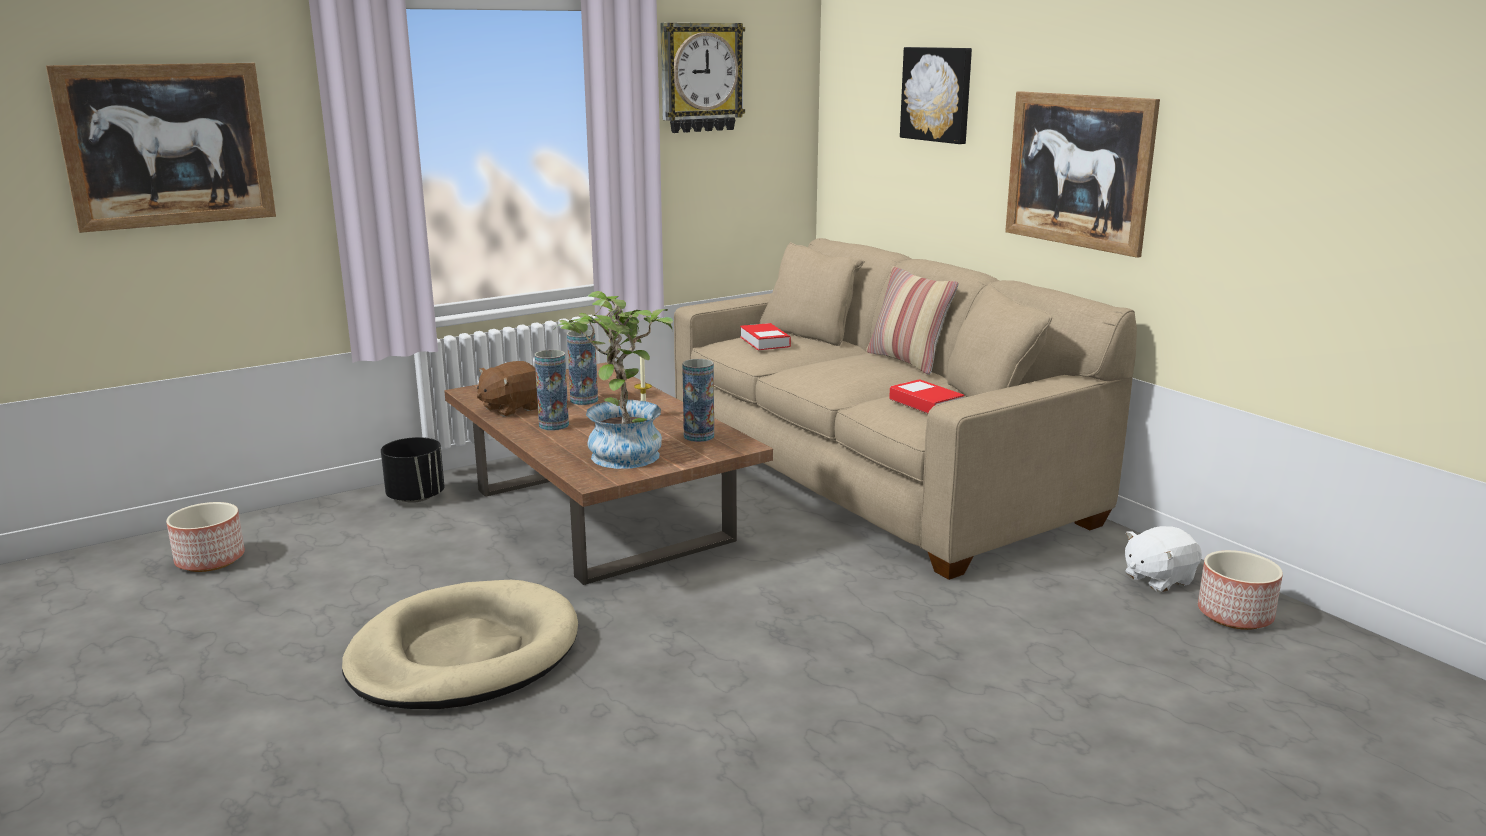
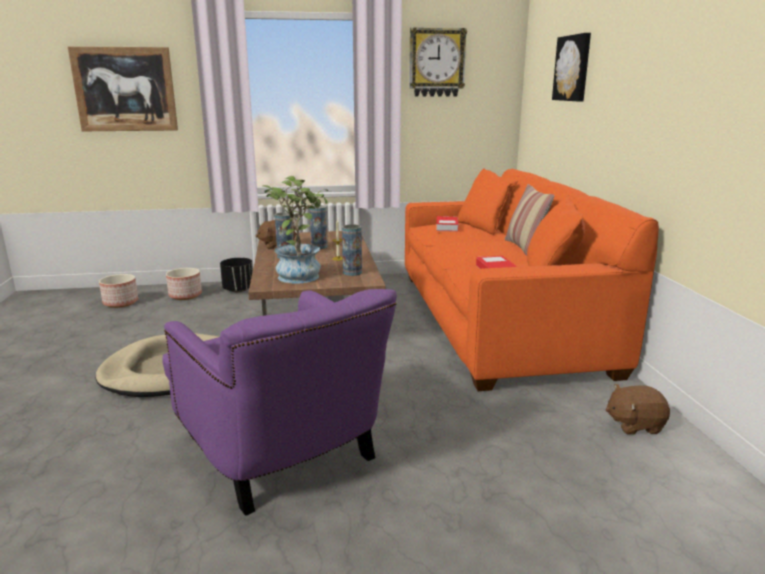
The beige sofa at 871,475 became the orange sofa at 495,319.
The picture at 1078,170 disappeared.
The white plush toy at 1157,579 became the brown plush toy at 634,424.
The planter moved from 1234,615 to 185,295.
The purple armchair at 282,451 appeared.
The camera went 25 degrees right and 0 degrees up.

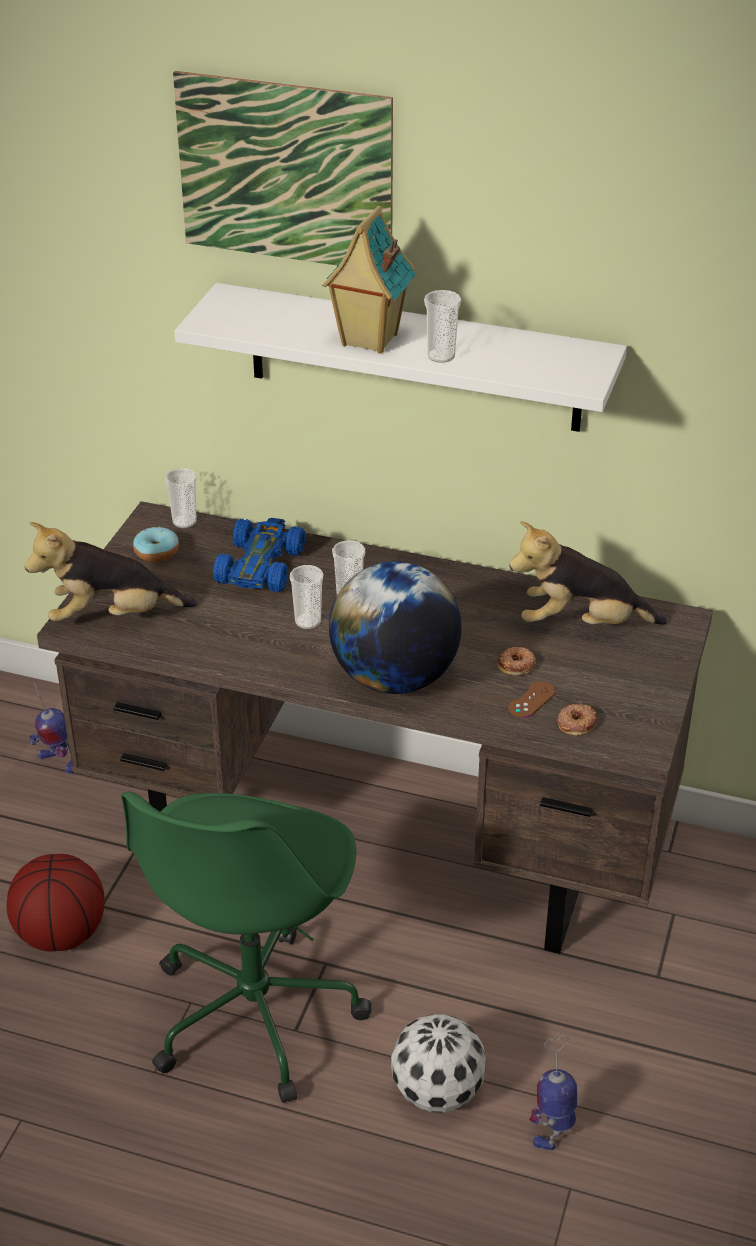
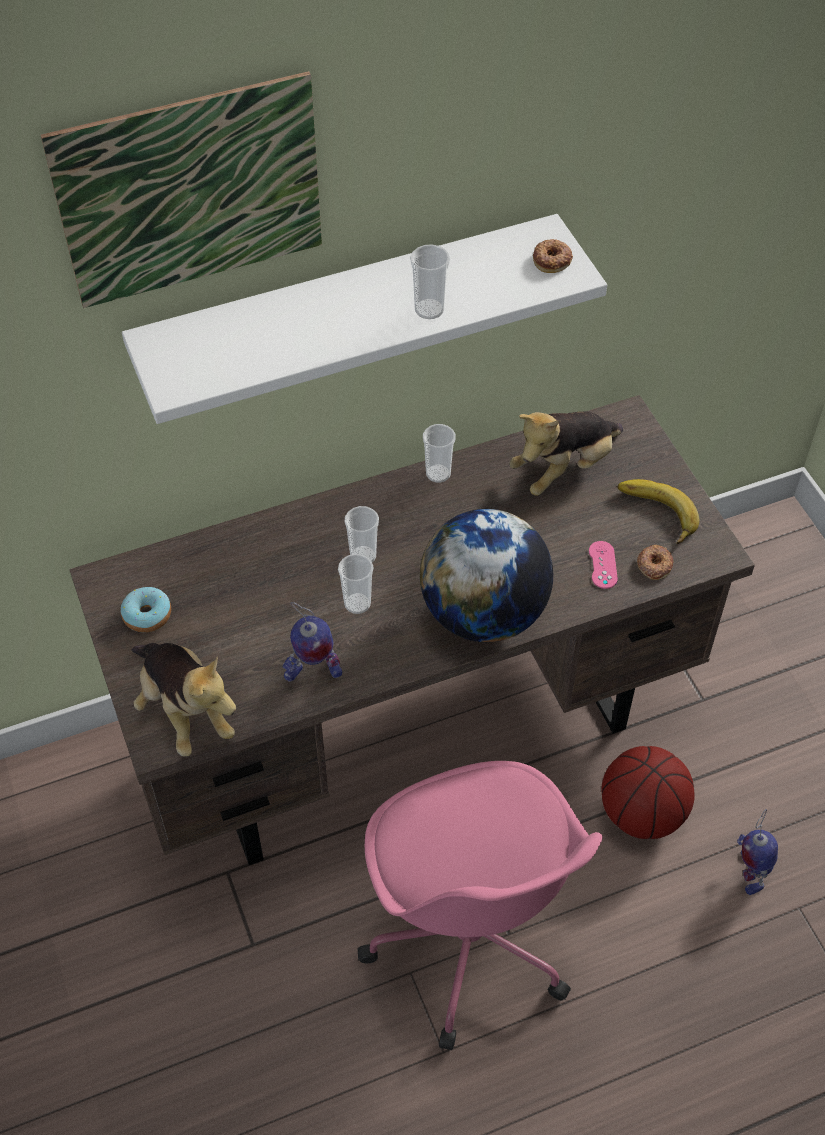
The basketball moved from 62,933 to 641,812.
The plush toy at 111,616 turned 75 degrees counterclockwise.
The toy robot moved from 57,762 to 312,672.
The green office chair at 252,1021 became the pink office chair at 471,951.
The cup moved from 184,522 to 438,473.
The blue toy car at 260,565 disappeared.
The toy house at 368,340 disappeared.
The football at 439,1091 disappeared.
The donut moved from 517,665 to 552,259.
The brown game controller at 531,700 became the pink game controller at 602,565.
The banana at 654,514 appeared.
The camera went 40 degrees left and 15 degrees up.

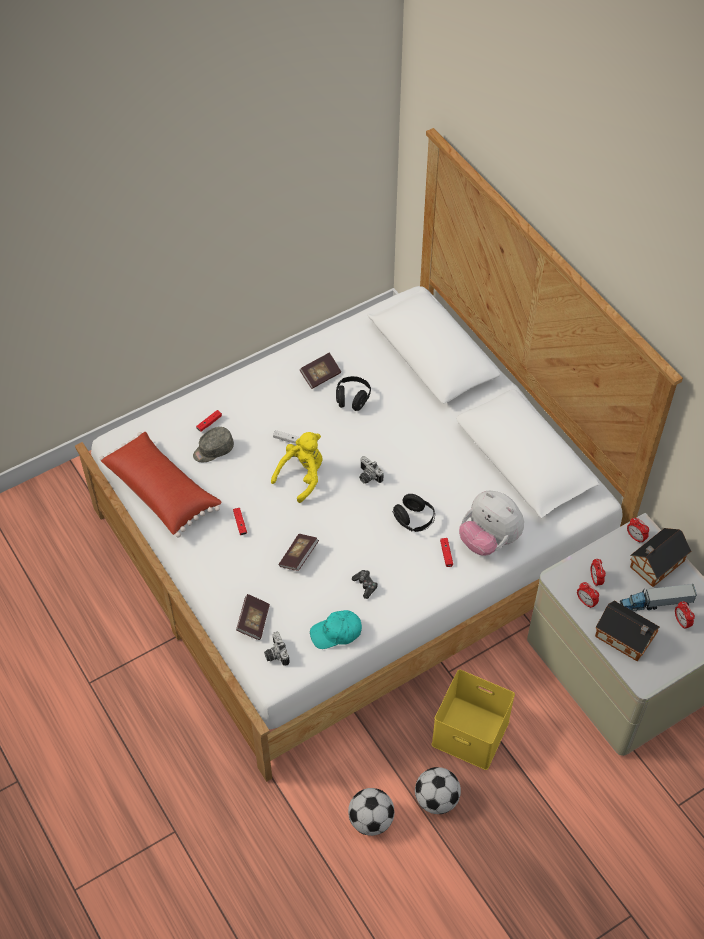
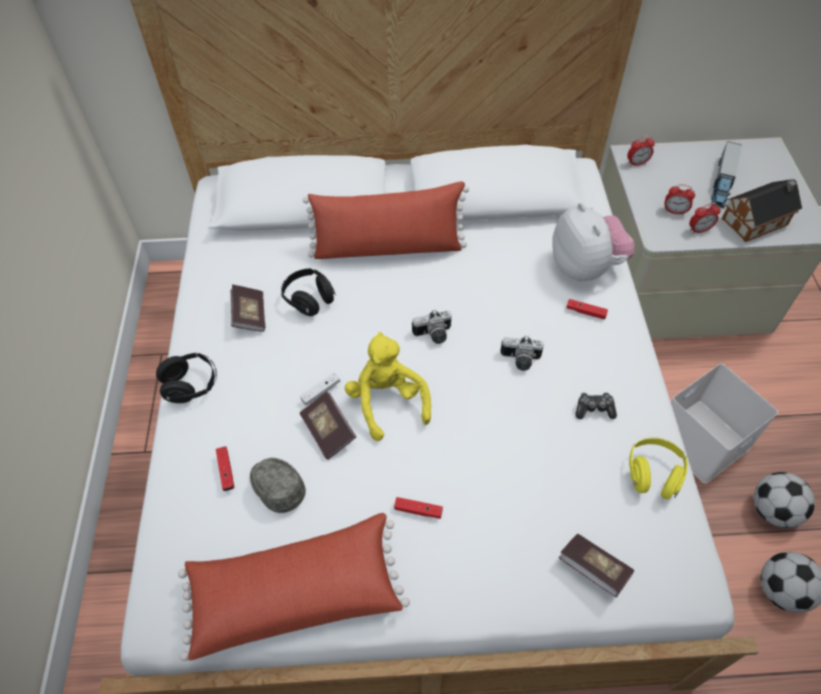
The grey cap at 213,450 turned 135 degrees clockwise.
The photo camera moved from 275,654 to 520,361.
The book moved from 298,557 to 328,431.
The turquoise cap at 336,633 was replaced by the yellow headphones at 653,474.
The black headphones moved from 414,520 to 191,386.
The yellow storage box at 472,732 became the white storage box at 701,438.
The plush toy at 489,540 turned 90 degrees counterclockwise.
The toy house at 655,565 disappeared.
The alarm clock at 681,622 disappeared.
The red pillow at 388,248 appeared.
The camera went 60 degrees left and 0 degrees up.

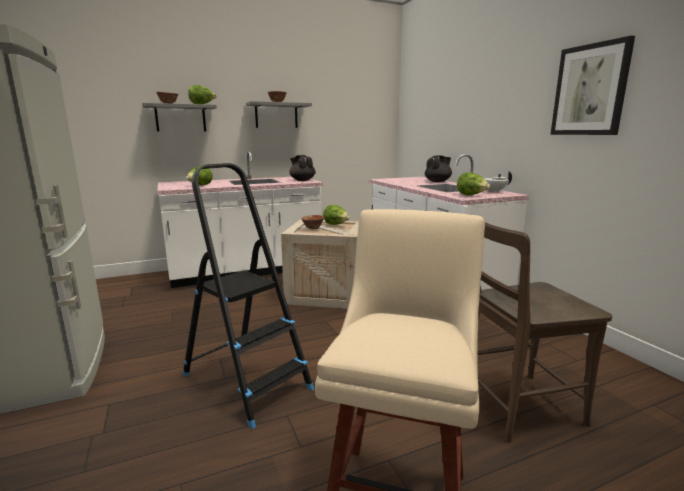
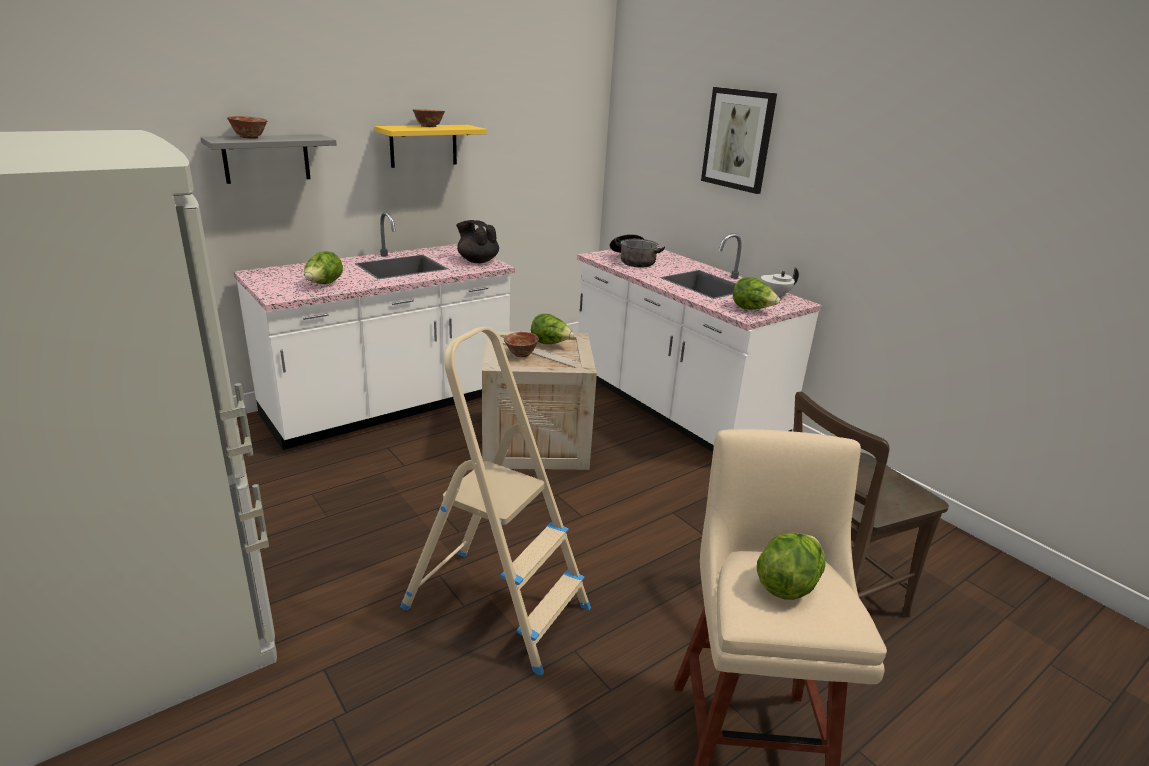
The black step ladder at 247,381 became the beige step ladder at 498,608.
The lettuce moved from 202,104 to 787,584.
The grey shelf at 276,115 became the yellow shelf at 423,145.
The black teapot at 438,181 disappeared.
The picture moved from 590,90 to 738,139.
The cooking pot at 633,260 appeared.
The camera went 15 degrees left and 10 degrees up.

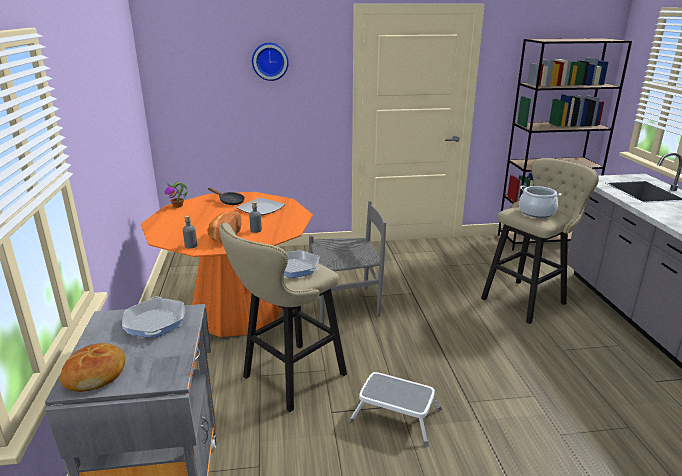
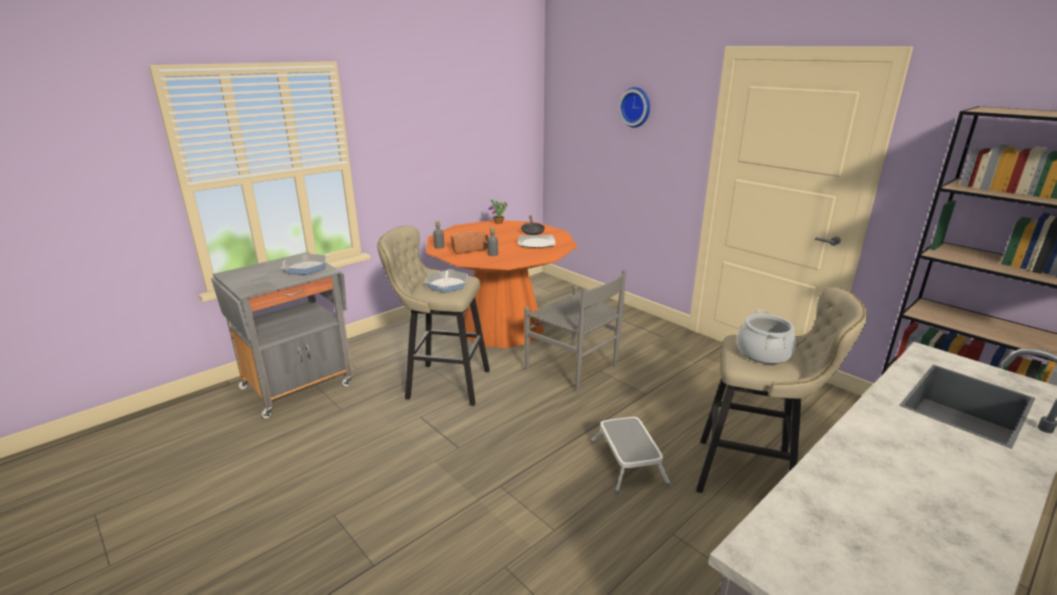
The bread at 96,374 disappeared.
The grey step ladder moved from 396,415 to 628,463.
The camera went 55 degrees right and 0 degrees up.

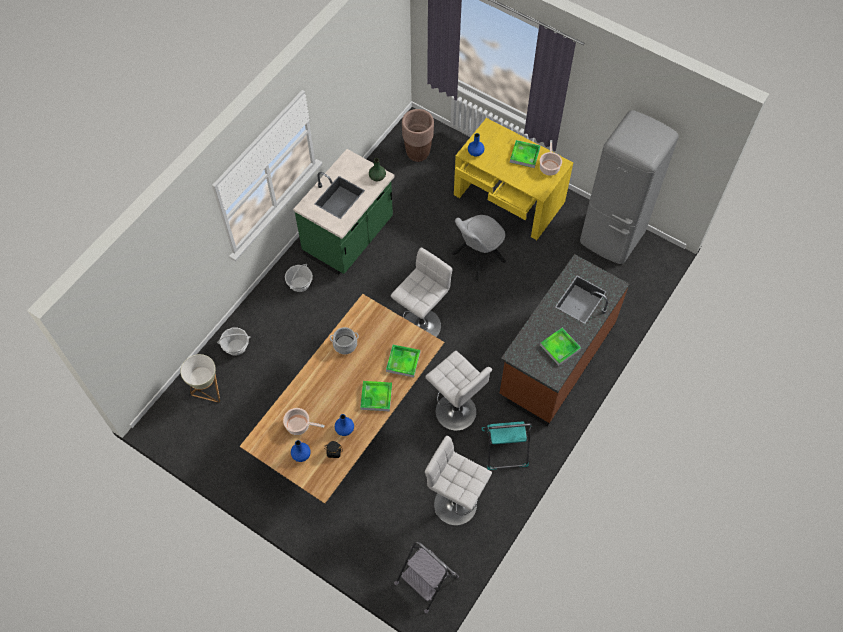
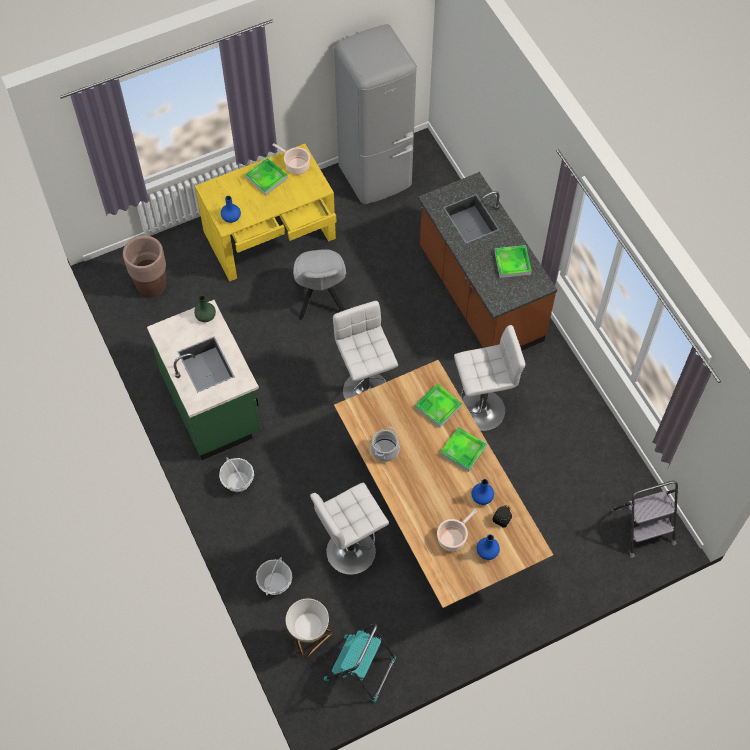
The white stool moved from 455,504 to 350,551.
The turquoise step ladder moved from 504,449 to 362,670.
The camera went 60 degrees left and 0 degrees up.

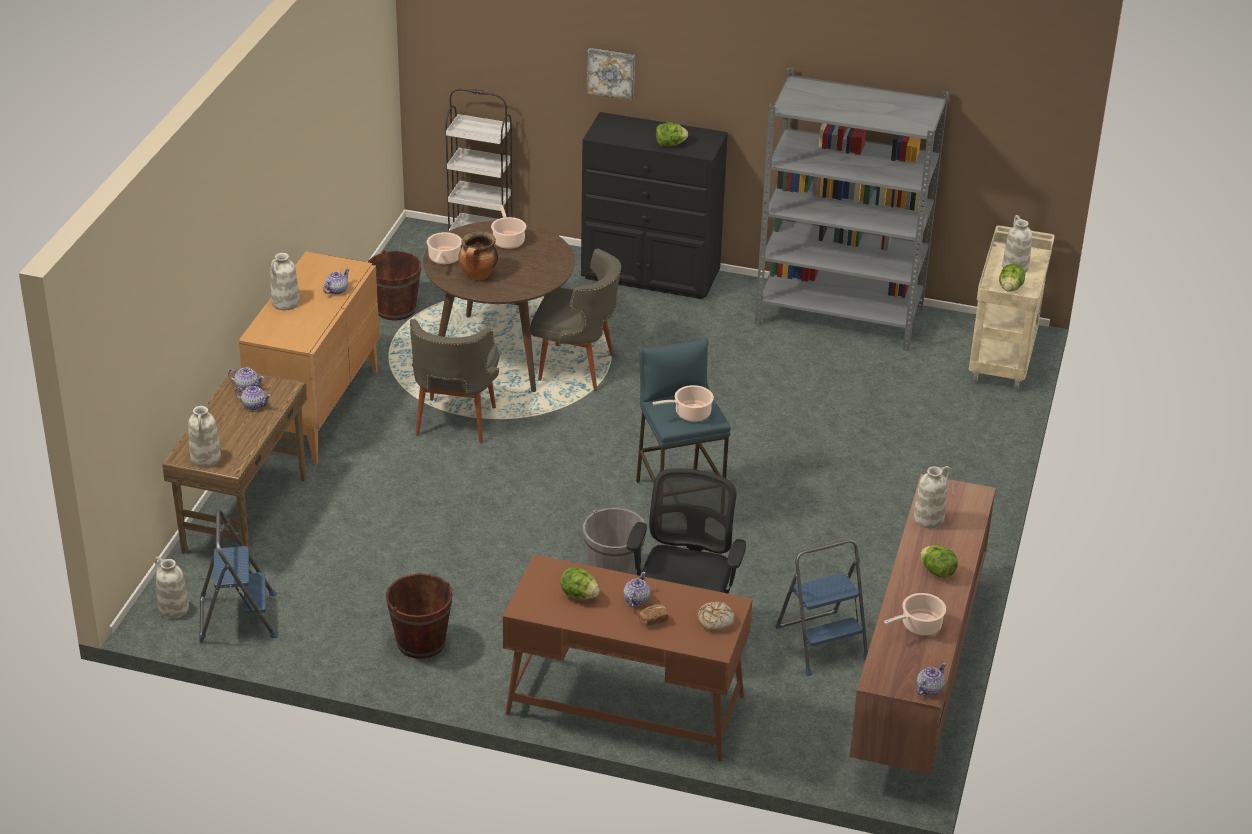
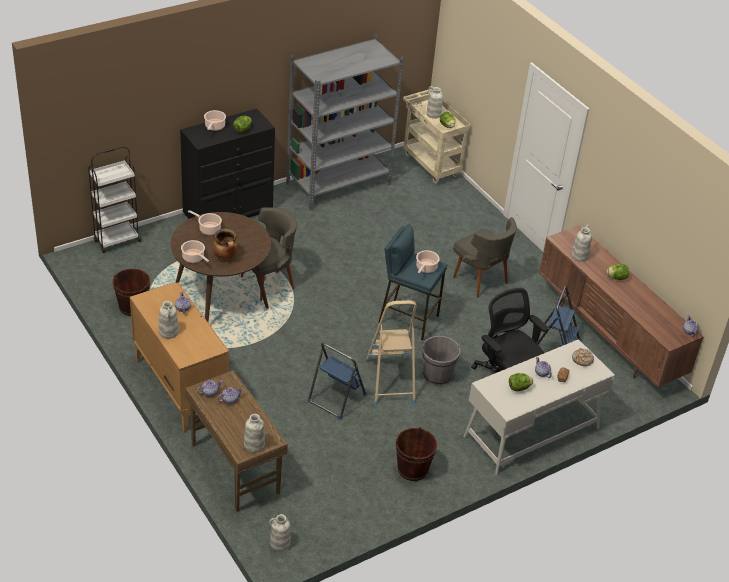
The blue step ladder moved from 234,617 to 335,398.
The grey chair moved from 456,421 to 480,280.
The brown desk at 625,704 became the white desk at 531,432.
The picture at 611,73 disappeared.
The cooking pot moved from 919,626 to 214,127.
The beige step ladder at 390,379 appeared.
The camera went 50 degrees left and 5 degrees up.

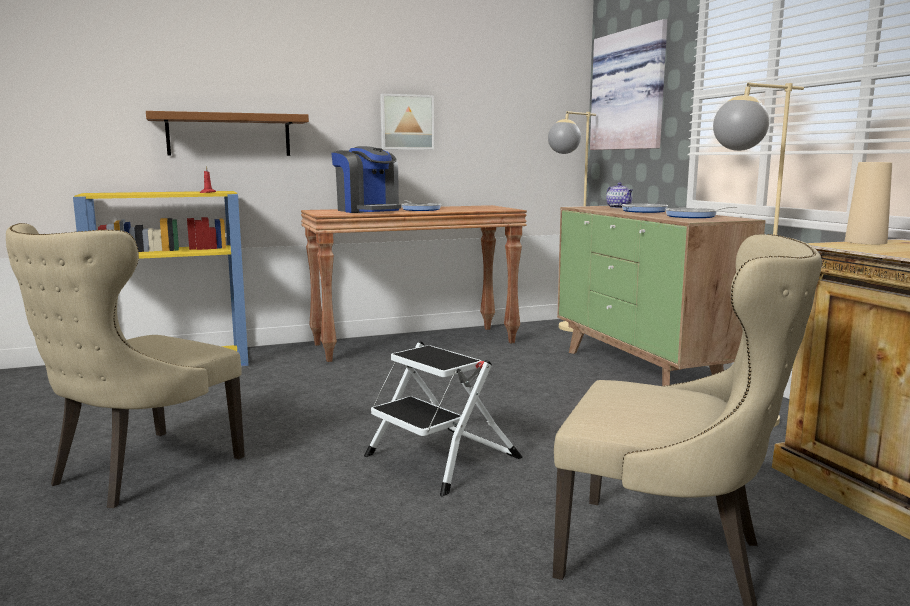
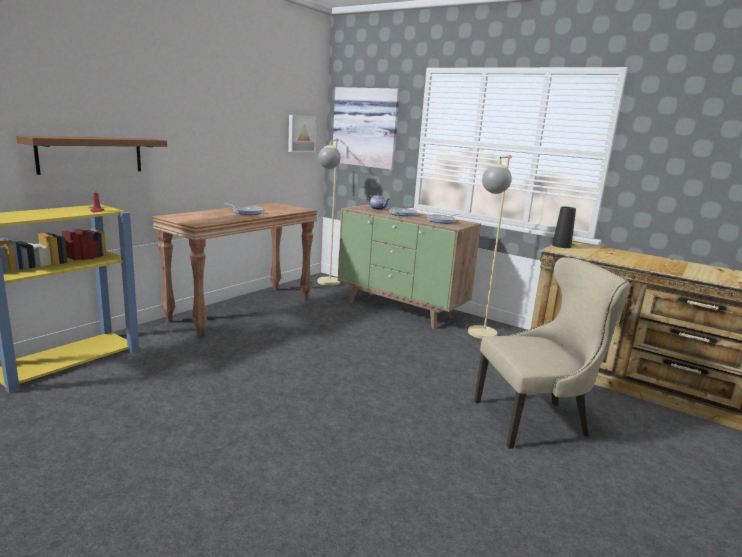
The beige chair at 139,470 disappeared.
The coffee machine at 368,210 disappeared.
The step ladder at 442,458 disappeared.
The picture moved from 406,122 to 300,133.
The beige vase at 865,242 became the black vase at 561,246.
The camera went 35 degrees left and 5 degrees up.

